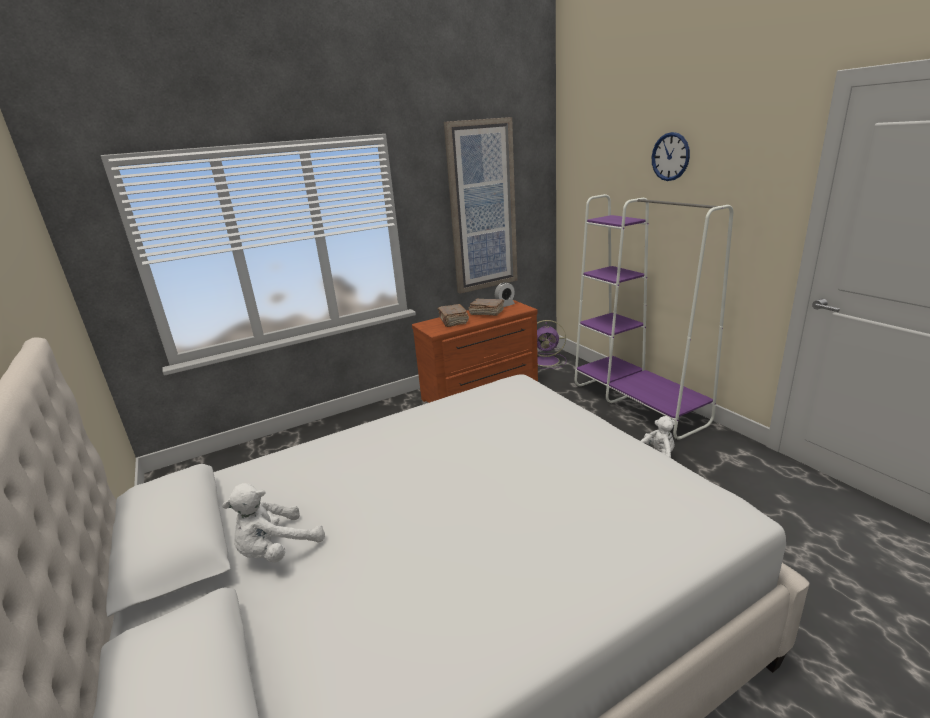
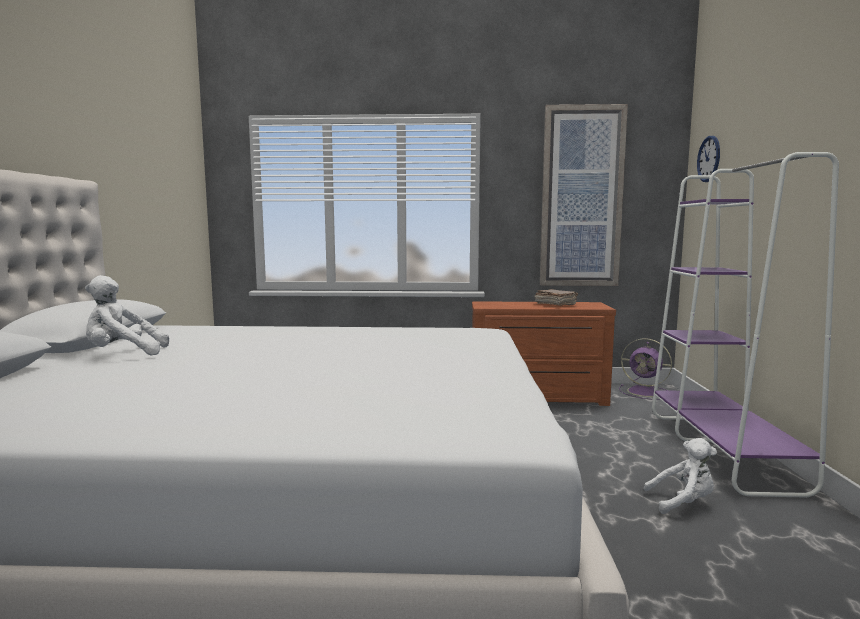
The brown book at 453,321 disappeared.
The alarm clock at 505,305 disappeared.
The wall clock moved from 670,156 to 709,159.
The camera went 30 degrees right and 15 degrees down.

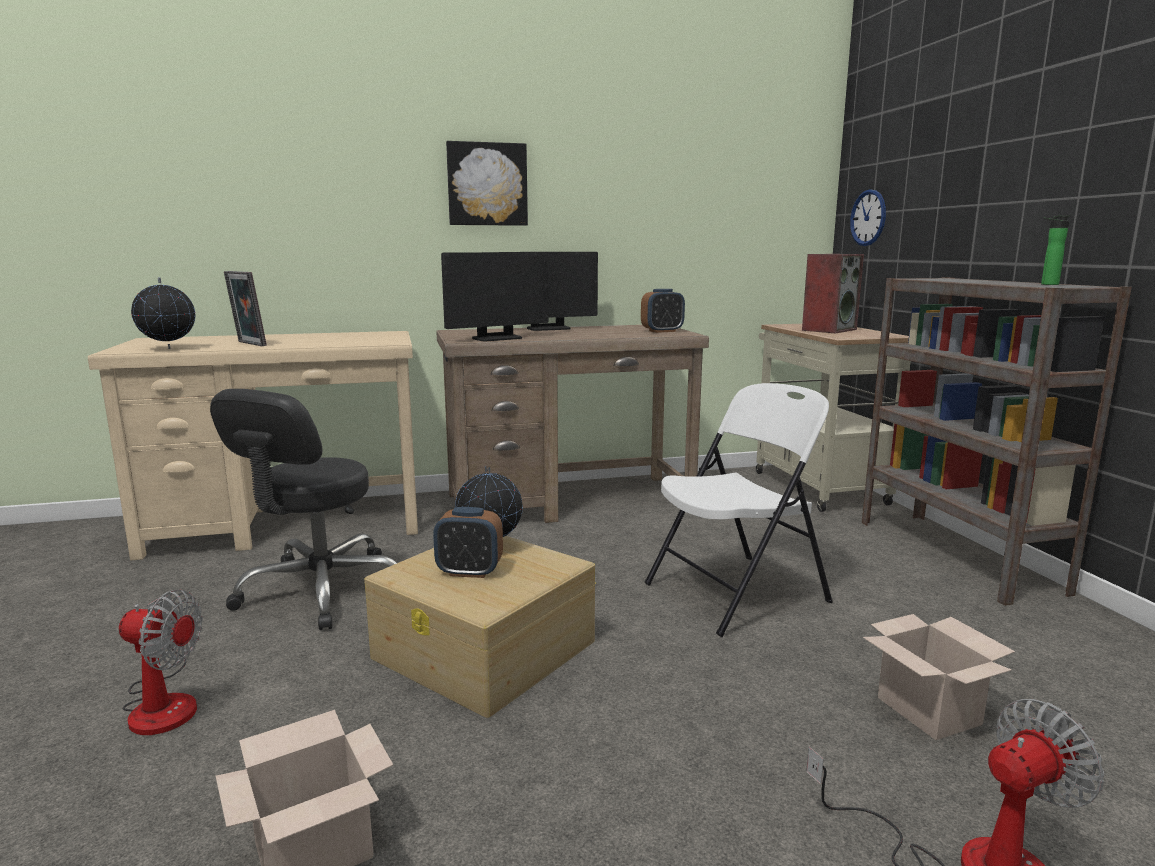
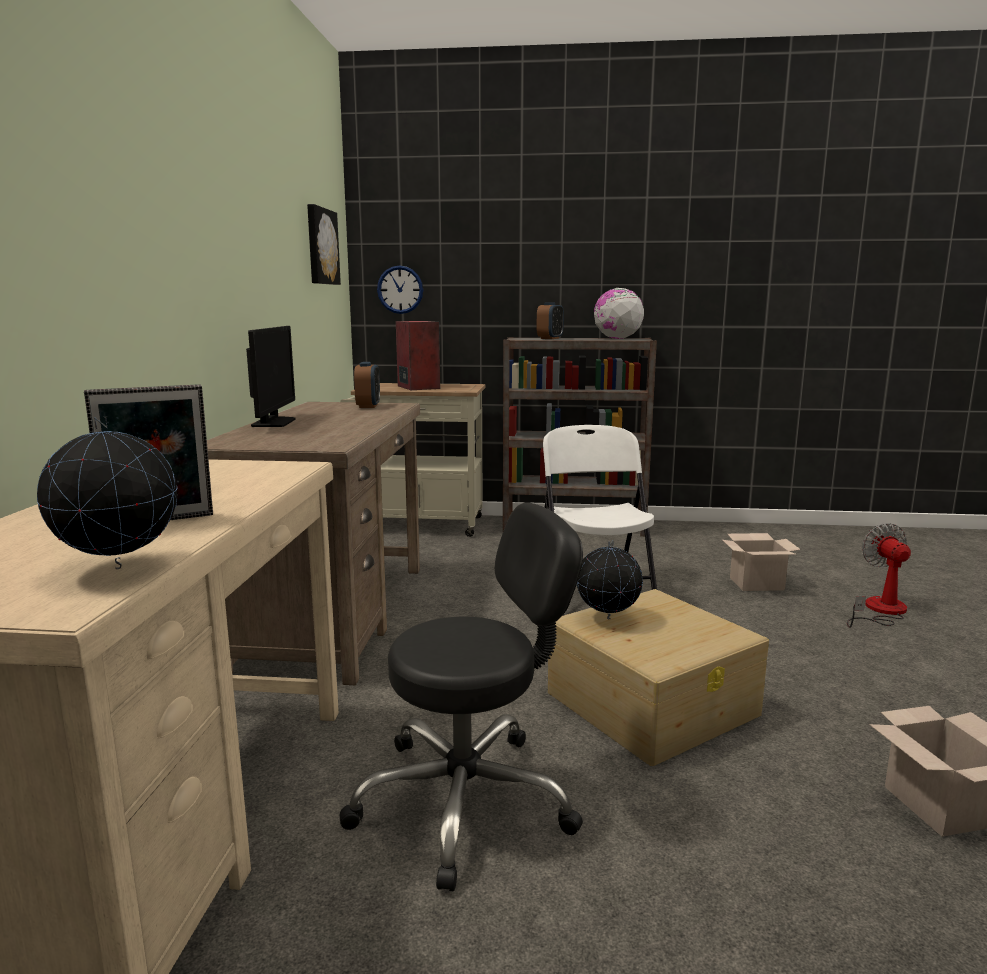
The fan at 163,702 disappeared.
The black office chair at 318,593 turned 60 degrees counterclockwise.
The alarm clock moved from 469,572 to 550,338.
The monitor at 497,338 disappeared.
The picture moved from 487,184 to 321,246.
The bottle at 1046,284 was replaced by the globe at 617,338.
The camera went 70 degrees left and 0 degrees up.

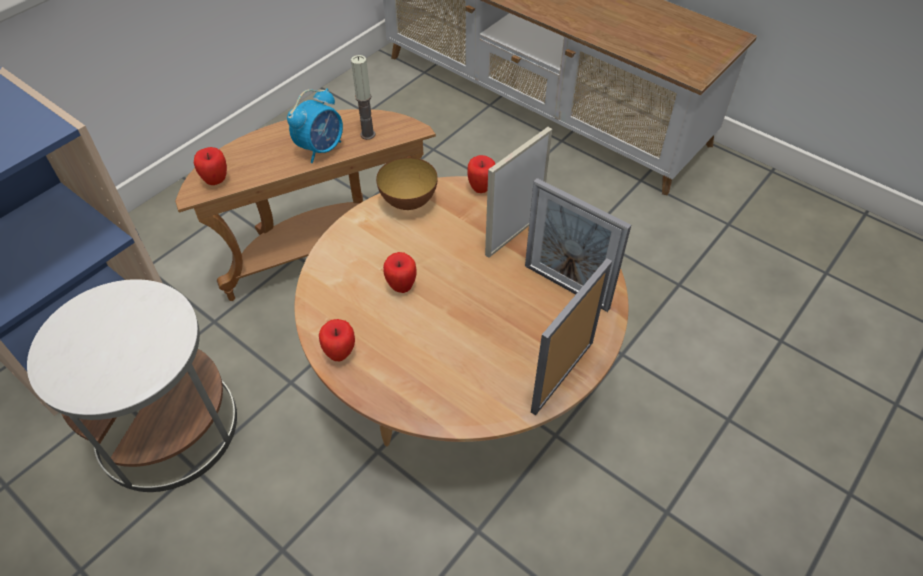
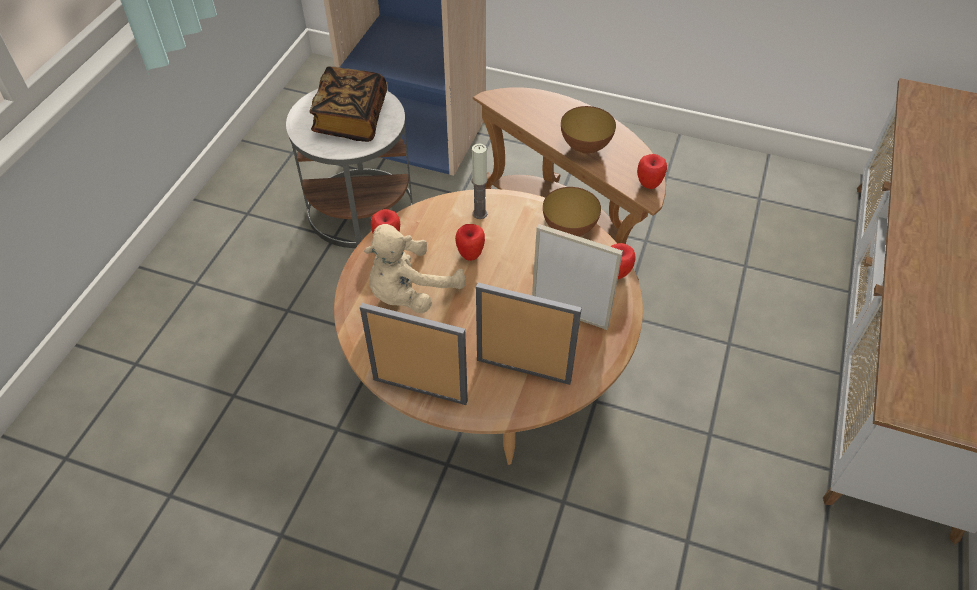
The apple moved from 216,181 to 648,185.
The alarm clock at 321,148 was replaced by the bowl at 585,147.
The candle moved from 367,134 to 479,213.
The picture frame at 566,287 turned 90 degrees clockwise.
The book at 351,119 appeared.
The beige plush toy at 410,293 appeared.
The camera went 70 degrees right and 0 degrees up.

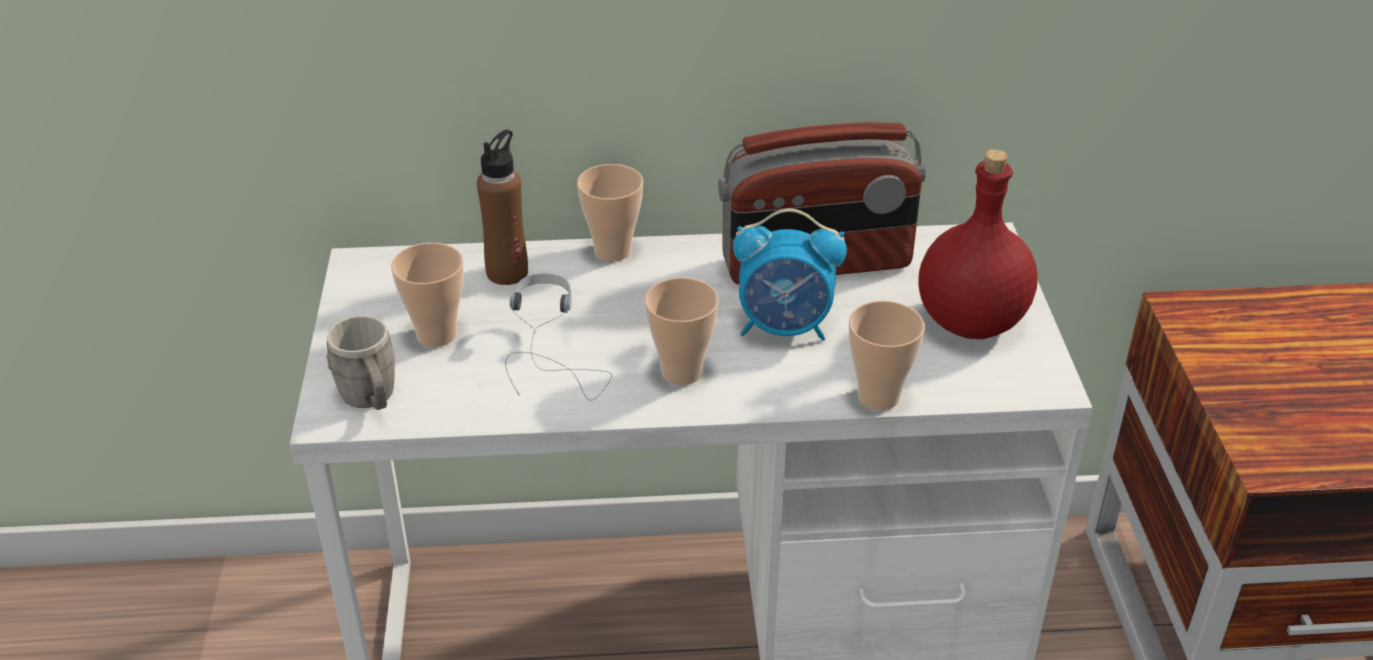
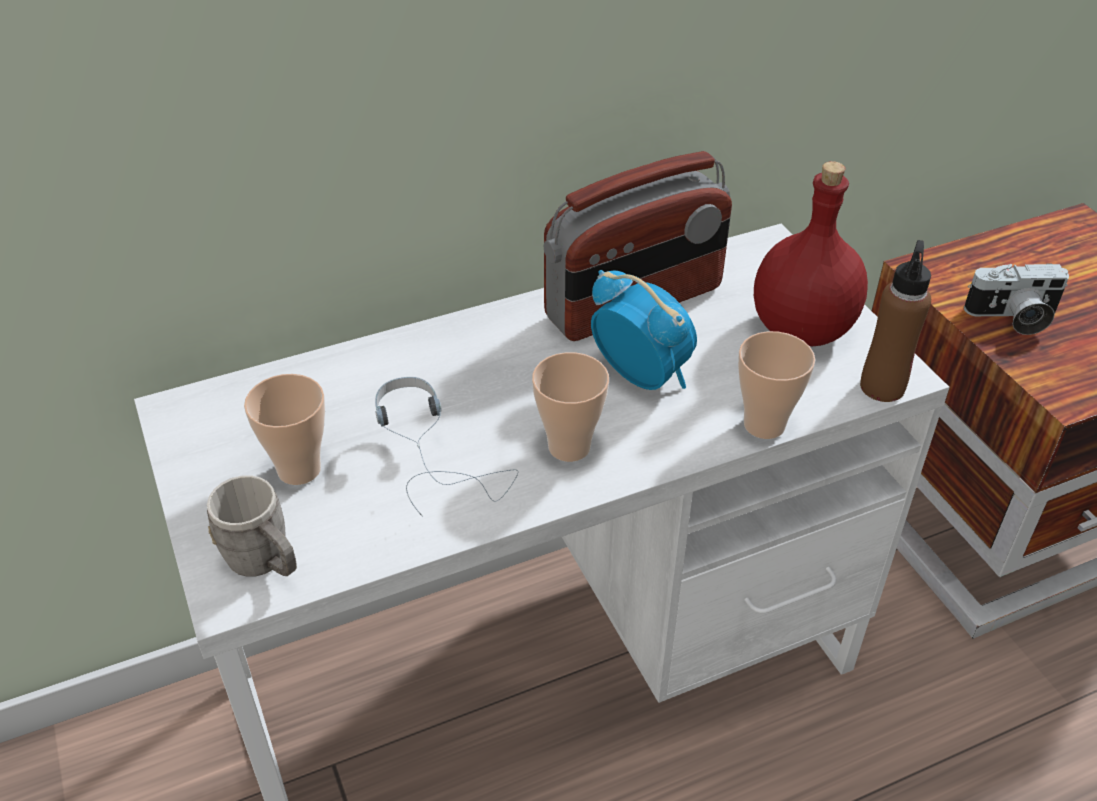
The brown bottle moved from 507,272 to 882,386.
The cup at 612,251 disappeared.
The alarm clock at 785,328 turned 120 degrees counterclockwise.
The photo camera at 1012,318 appeared.
The camera went 20 degrees left and 5 degrees up.

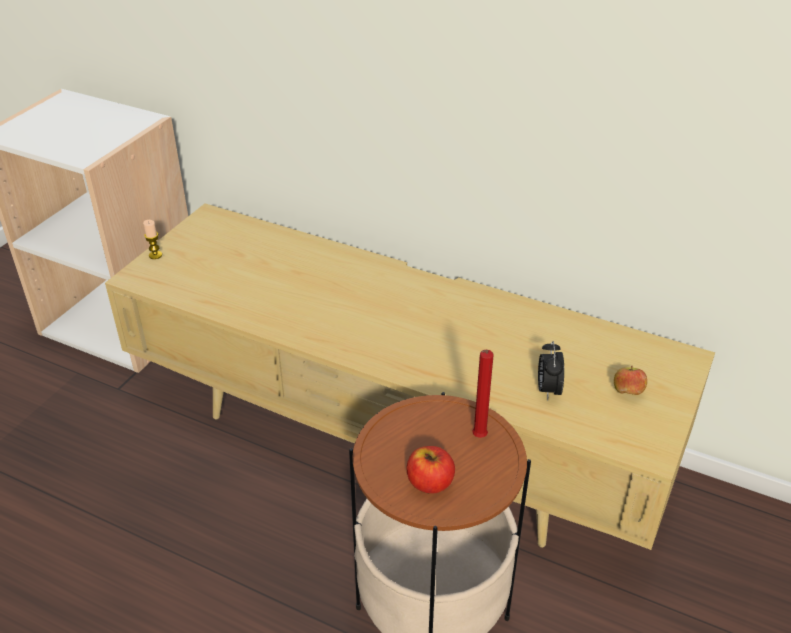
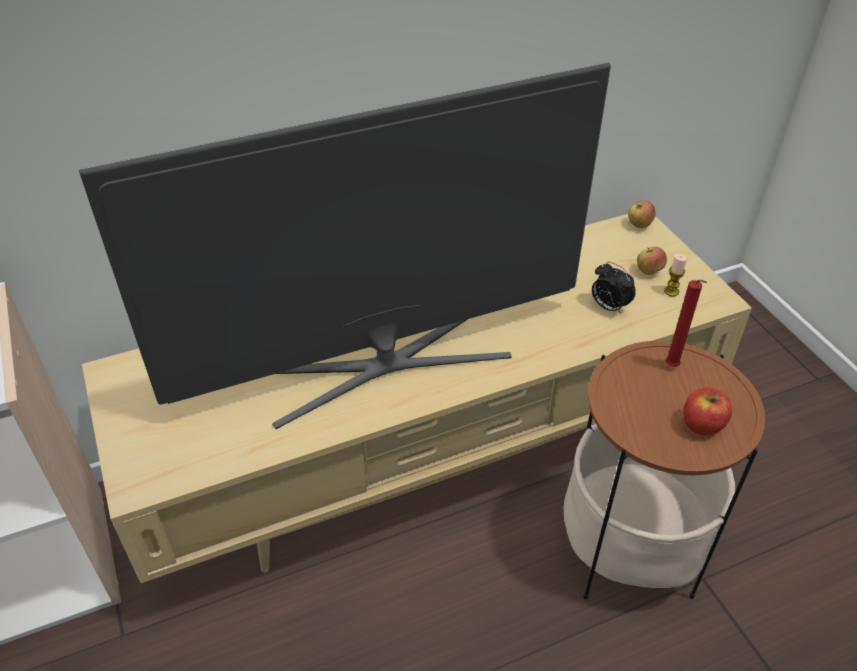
The candle moved from 155,255 to 671,291.
The television at 384,363 appeared.
The apple at 639,224 appeared.
The camera went 50 degrees left and 5 degrees up.

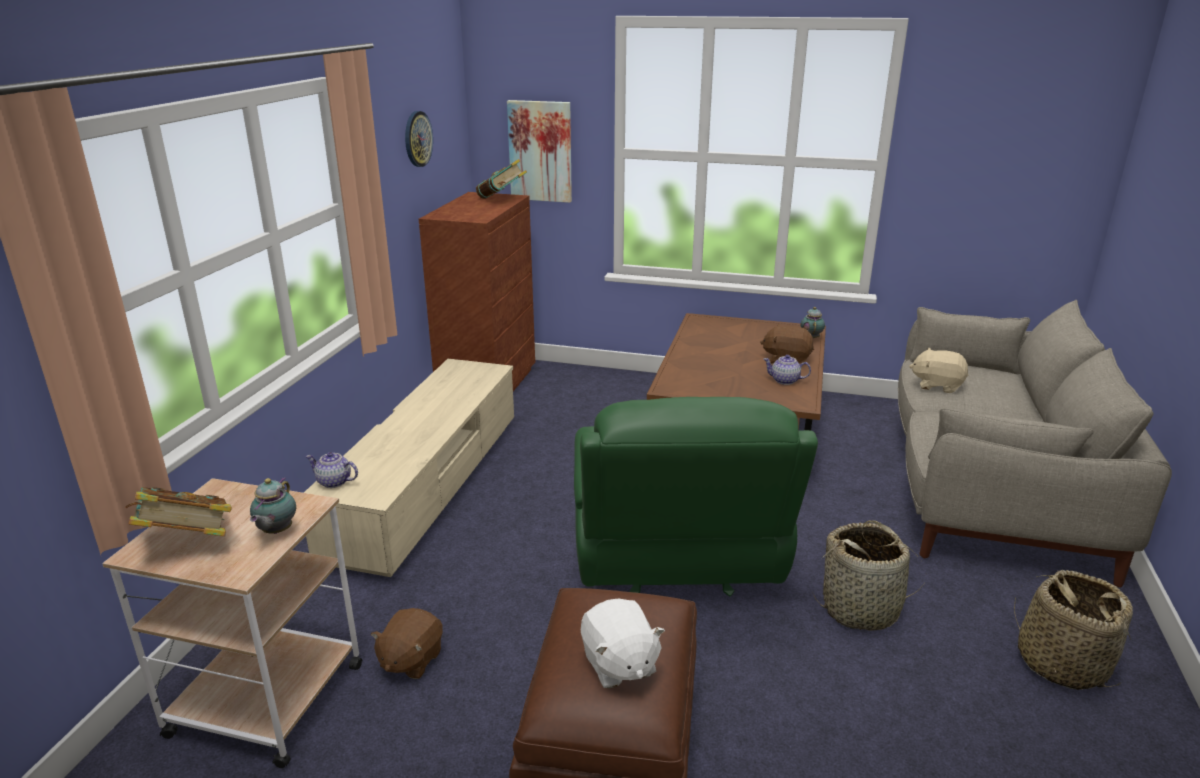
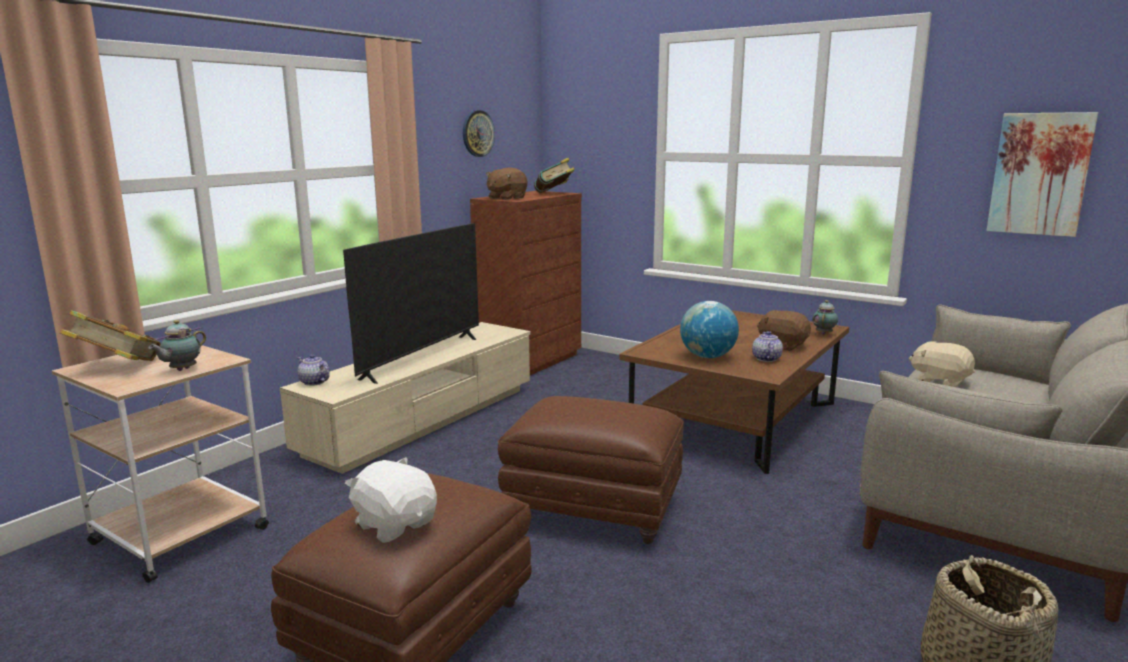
The brown plush toy moved from 410,660 to 506,198.
The picture moved from 540,151 to 1039,174.
The green armchair at 676,568 was replaced by the brown ottoman at 592,510.
The white plush toy at 618,664 turned 135 degrees clockwise.
The teapot at 785,381 turned 60 degrees clockwise.
The basket at 861,608 disappeared.
The television at 422,358 appeared.
The globe at 707,356 appeared.
The camera went 20 degrees right and 10 degrees down.

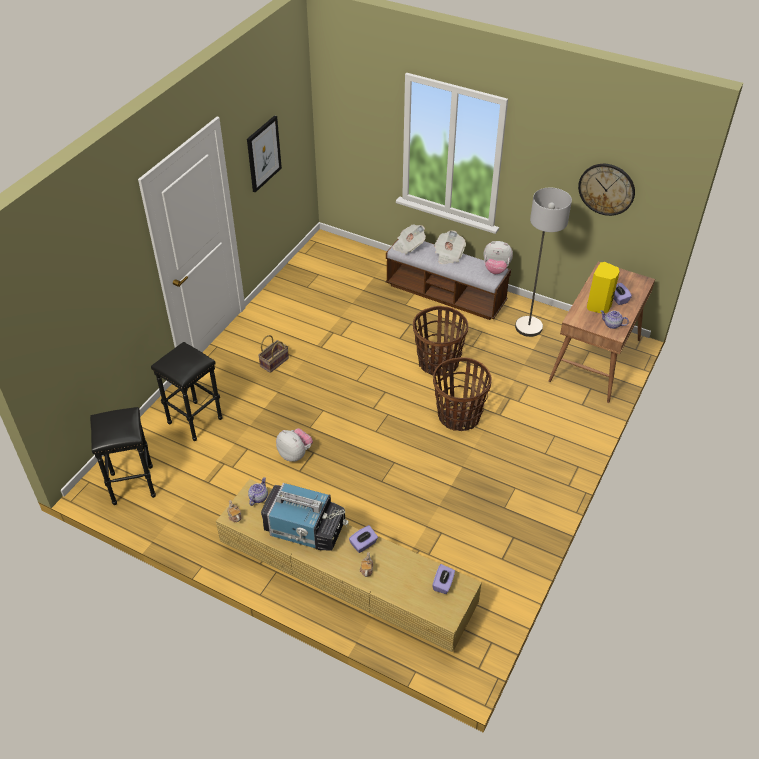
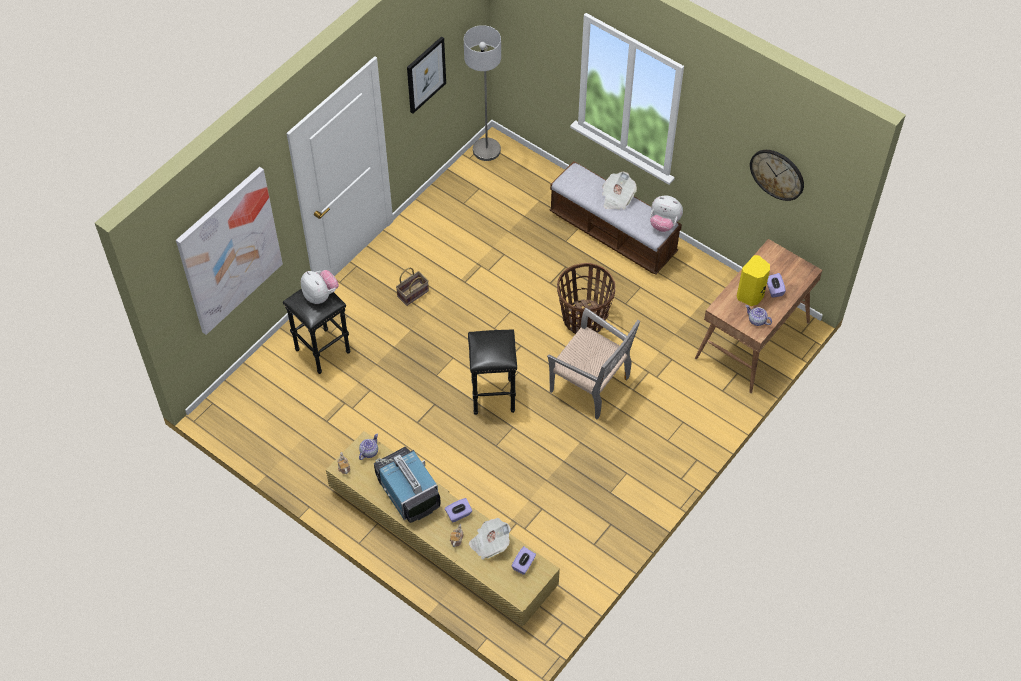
The black stool moved from 132,486 to 492,397.
The television at 305,529 turned 150 degrees counterclockwise.
The plush toy moved from 295,454 to 320,295.
The newspaper moved from 408,246 to 489,543.
The basket at 458,416 was replaced by the grey armchair at 590,385.
The grey floor lamp moved from 530,333 to 485,157.
The picture at 230,251 appeared.
The camera went 10 degrees right and 10 degrees up.

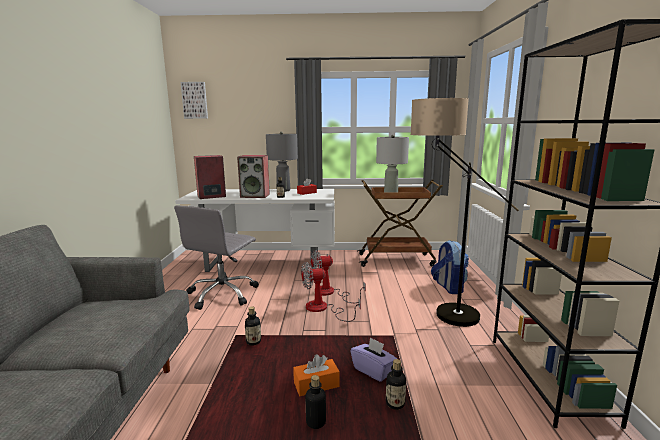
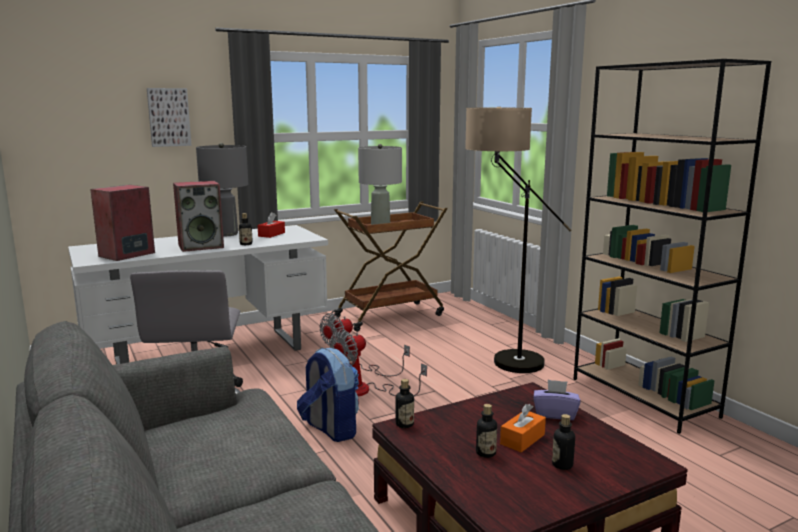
The picture moved from 195,100 to 168,117.
The bottle moved from 395,403 to 485,453.
The backpack moved from 448,287 to 330,429.
The camera went 30 degrees left and 0 degrees up.

